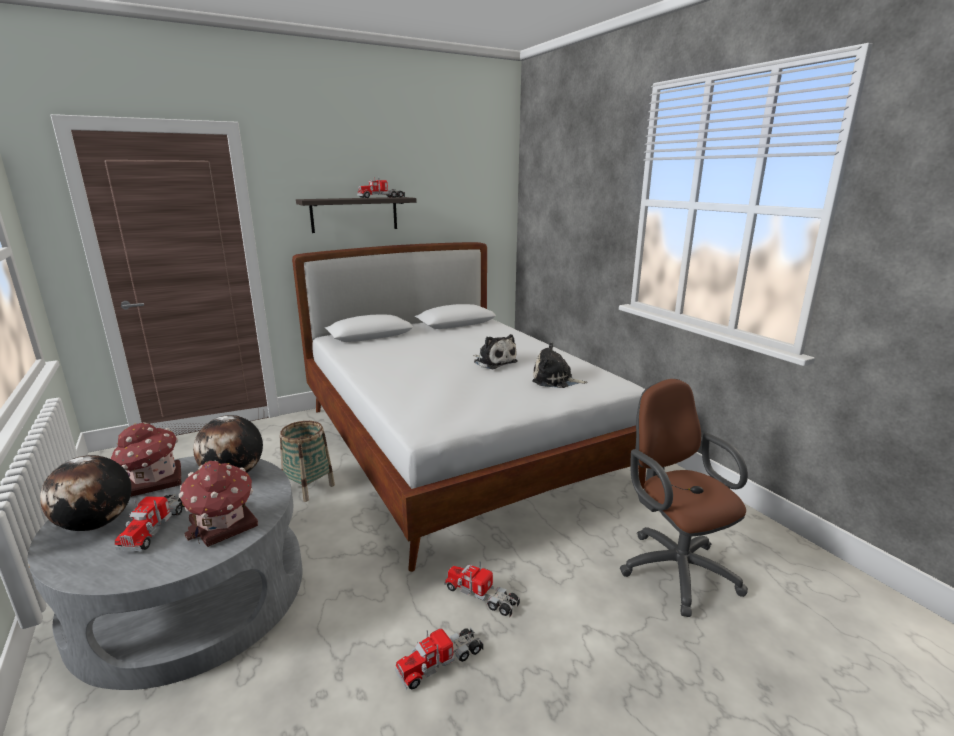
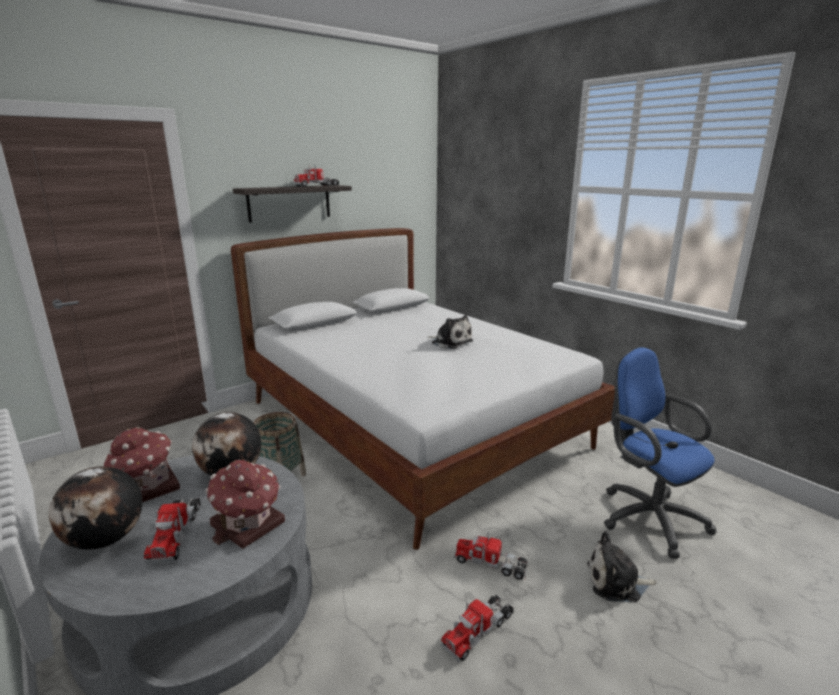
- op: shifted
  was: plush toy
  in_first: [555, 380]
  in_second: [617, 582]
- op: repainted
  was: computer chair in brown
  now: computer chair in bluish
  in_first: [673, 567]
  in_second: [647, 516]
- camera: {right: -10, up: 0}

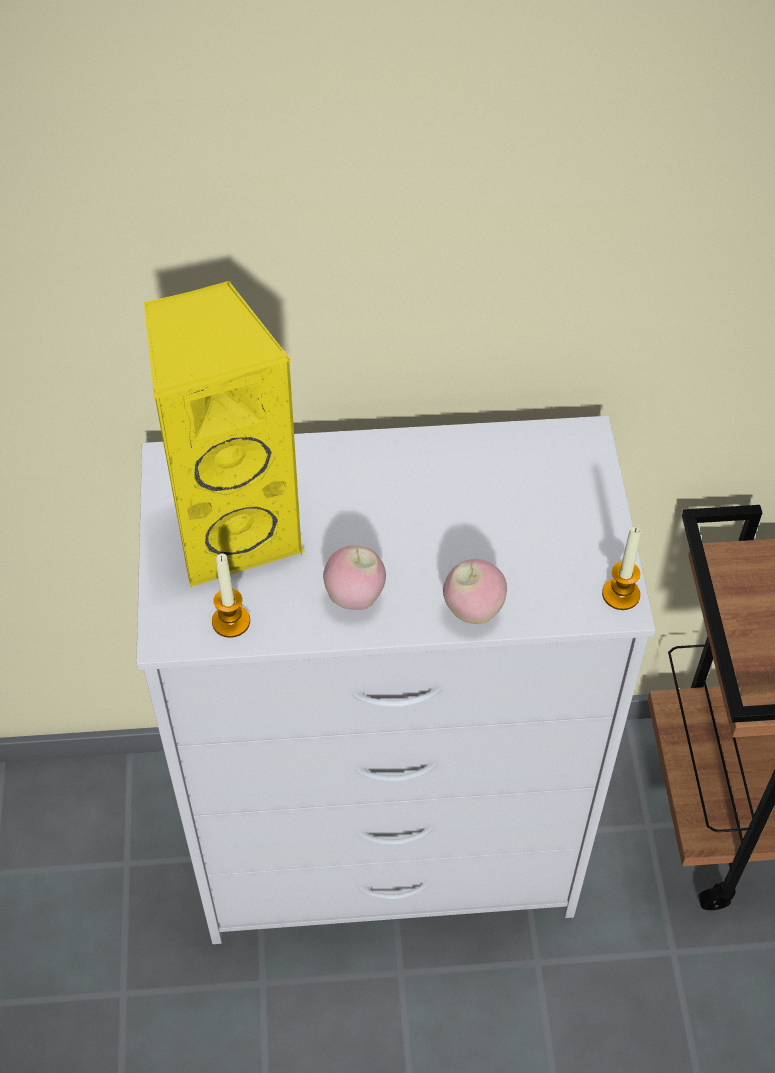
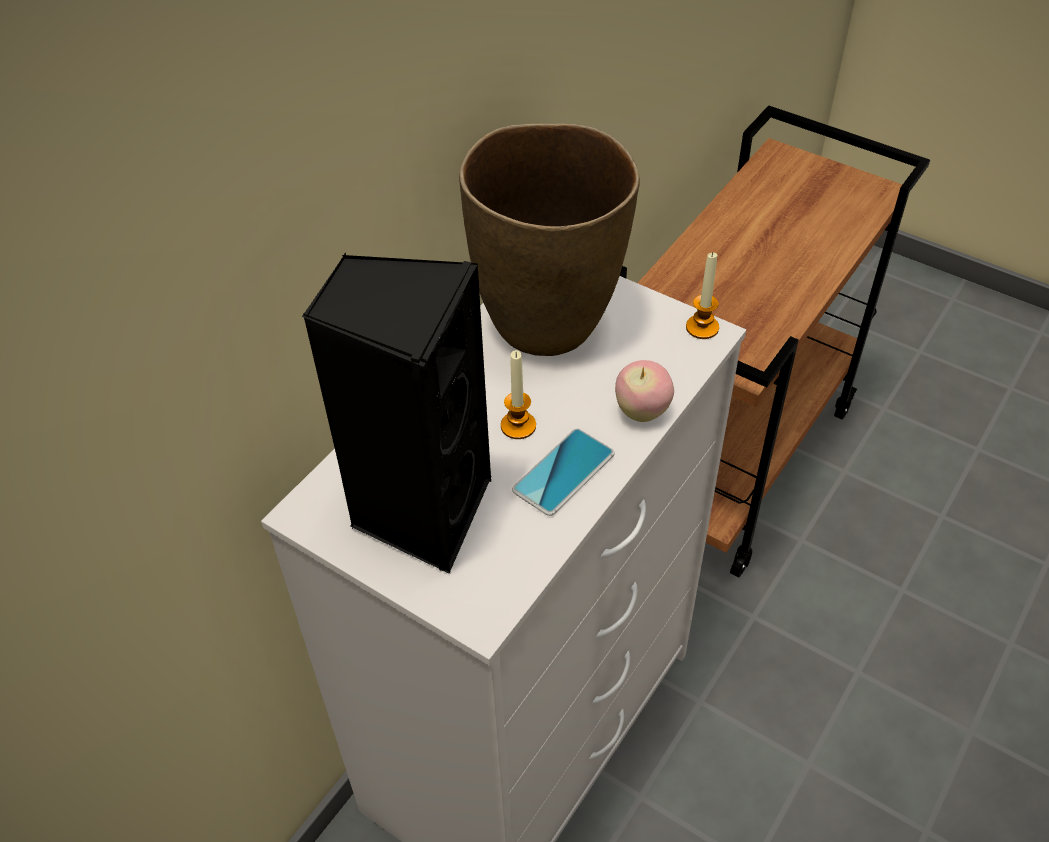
- op: repainted
  was: speaker in yellow
  now: speaker in black-coloured
  in_first: [233, 530]
  in_second: [420, 510]
- op: new
  now: decorative vase in brown
  in_second: [548, 322]
- op: shifted
  was: wax light
  in_first: [231, 621]
  in_second: [518, 426]
- op: swapped
  was: apple fruit
  now: telephone
  in_first: [355, 597]
  in_second: [563, 472]
- camera: {right: -50, up: -5}

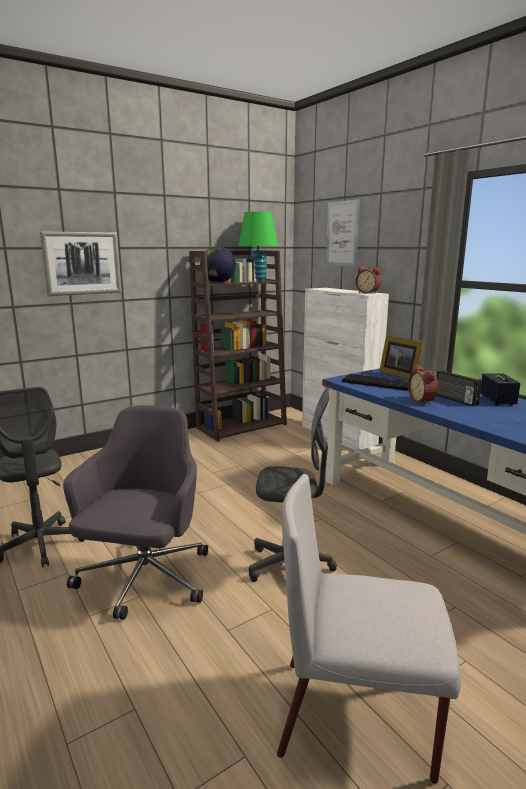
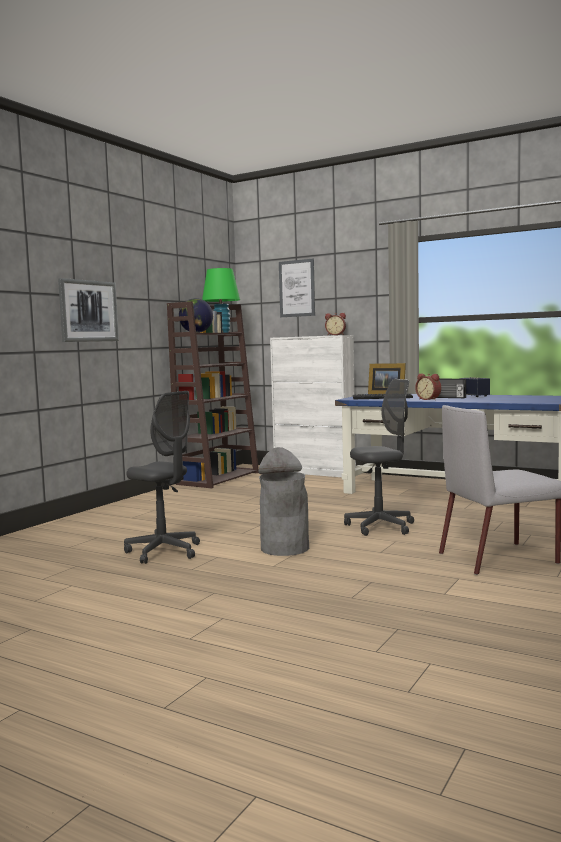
- op: swapped
  was: computer chair in greyish
  now: trash can in greyish
  in_first: [144, 579]
  in_second: [285, 548]
- camera: {right: -25, up: -10}

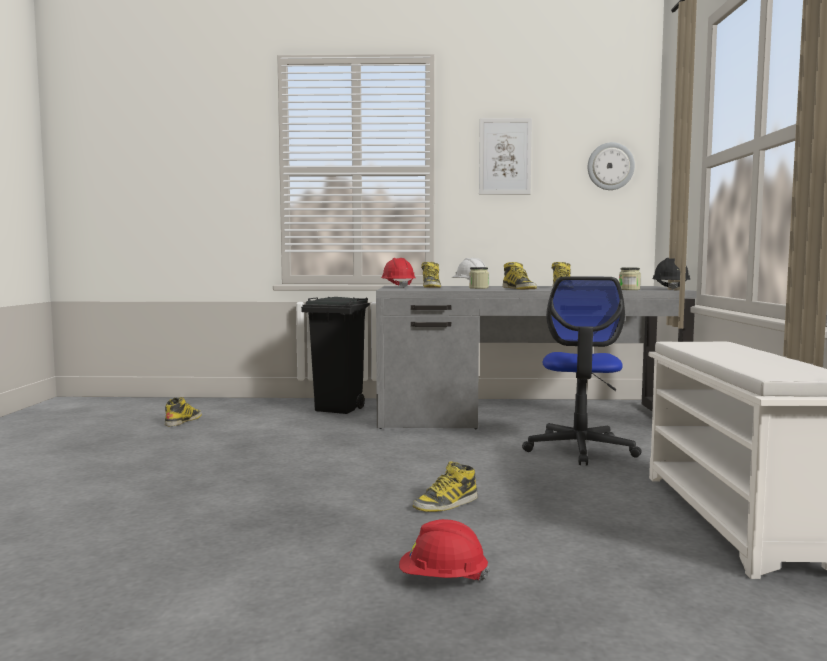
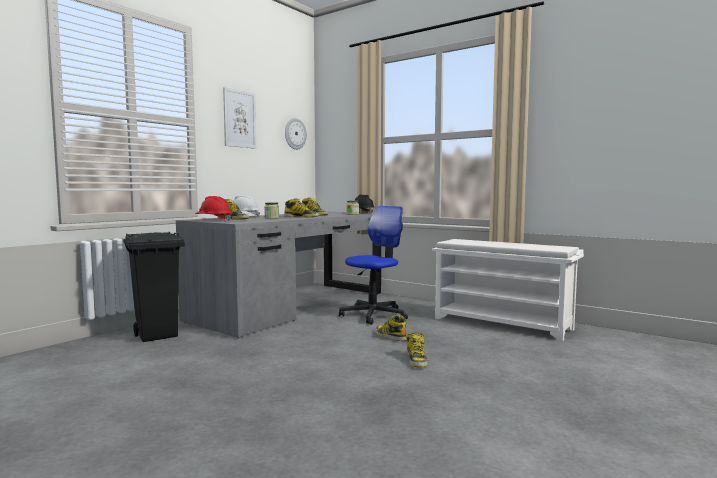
- op: rotated
  was: computer chair
  in_first: [580, 450]
  in_second: [373, 315]
  clockwise: -90
- op: shifted
  was: high-top boot
  in_first: [183, 421]
  in_second: [390, 336]
- op: gone
  was: hard hat in red-coloured
  in_first: [442, 580]
- camera: {right: -55, up: 0}

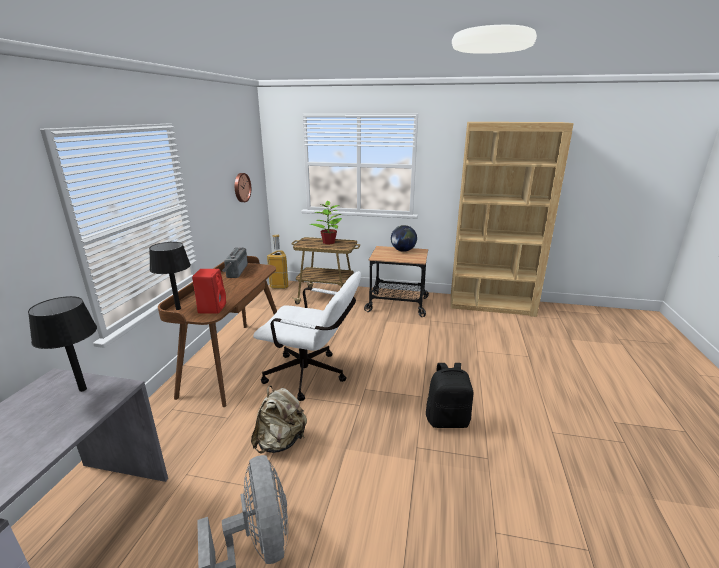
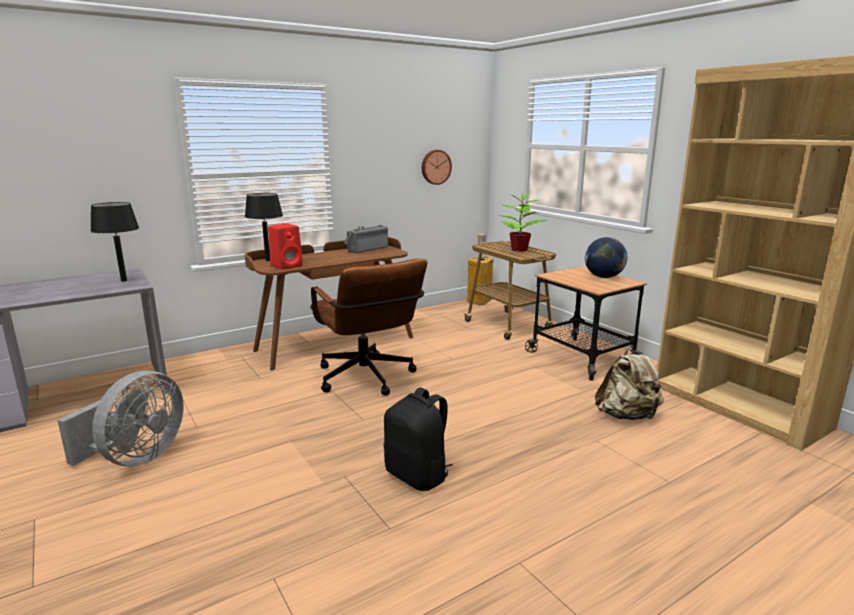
- op: repainted
  was: computer chair in whitish
  now: computer chair in brown
  in_first: [312, 376]
  in_second: [368, 380]
- op: shifted
  was: rucksack in beige-coloured
  in_first: [280, 442]
  in_second: [627, 416]
- camera: {right: 45, up: -5}

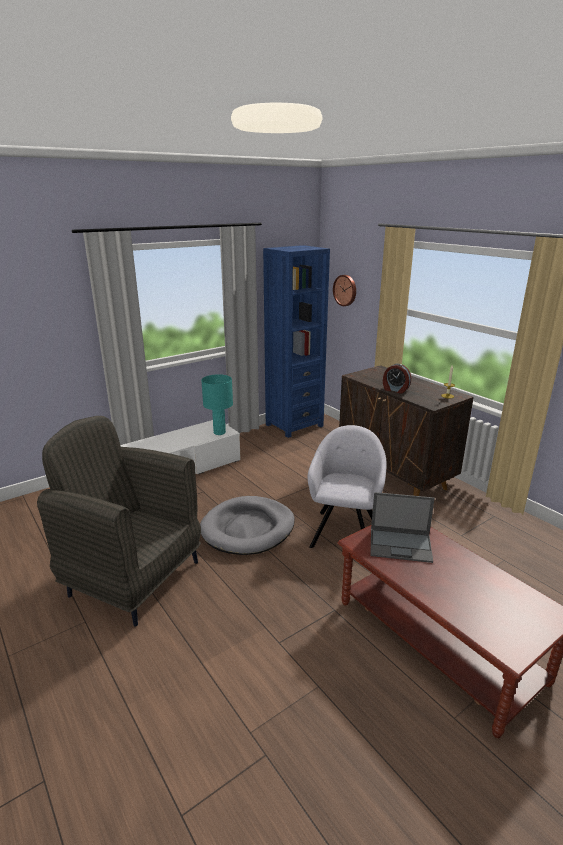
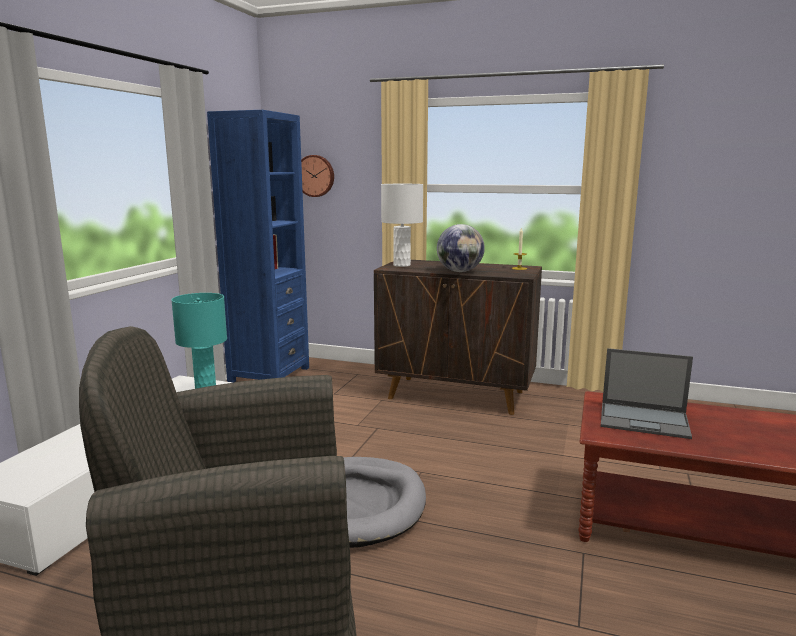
- op: new
  now: lamp for a table in whitish
  in_second: [401, 265]
- op: swapped
  was: bedside clock
  now: desk globe
  in_first: [395, 390]
  in_second: [460, 271]
- op: rotated
  was: portable computer
  in_first: [401, 545]
  in_second: [645, 420]
  clockwise: 45
- op: gone
  was: lounge chair in greyish
  in_first: [344, 530]
- camera: {right: -35, up: -10}

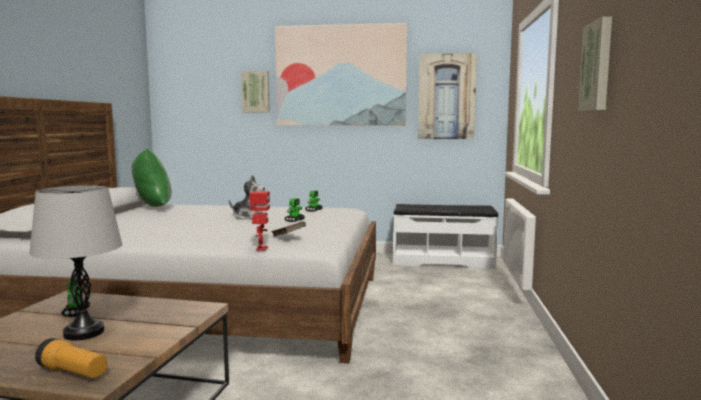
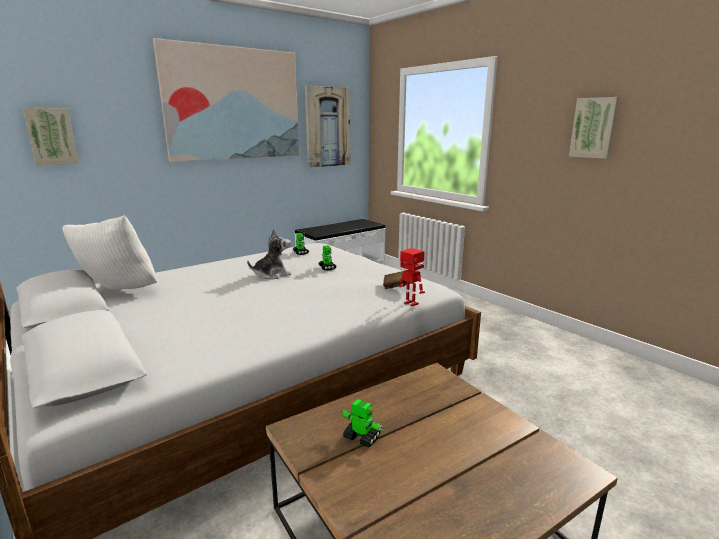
- op: shifted
  was: picture
  in_first: [255, 92]
  in_second: [51, 136]
- op: repainted
  was: cushion in greenish
  now: cushion in whitish
  in_first: [151, 208]
  in_second: [117, 292]
- op: gone
  was: lamp for a table in greyish
  in_first: [84, 333]
- op: gone
  was: flashlight
  in_first: [73, 372]
- camera: {right: -45, up: 10}

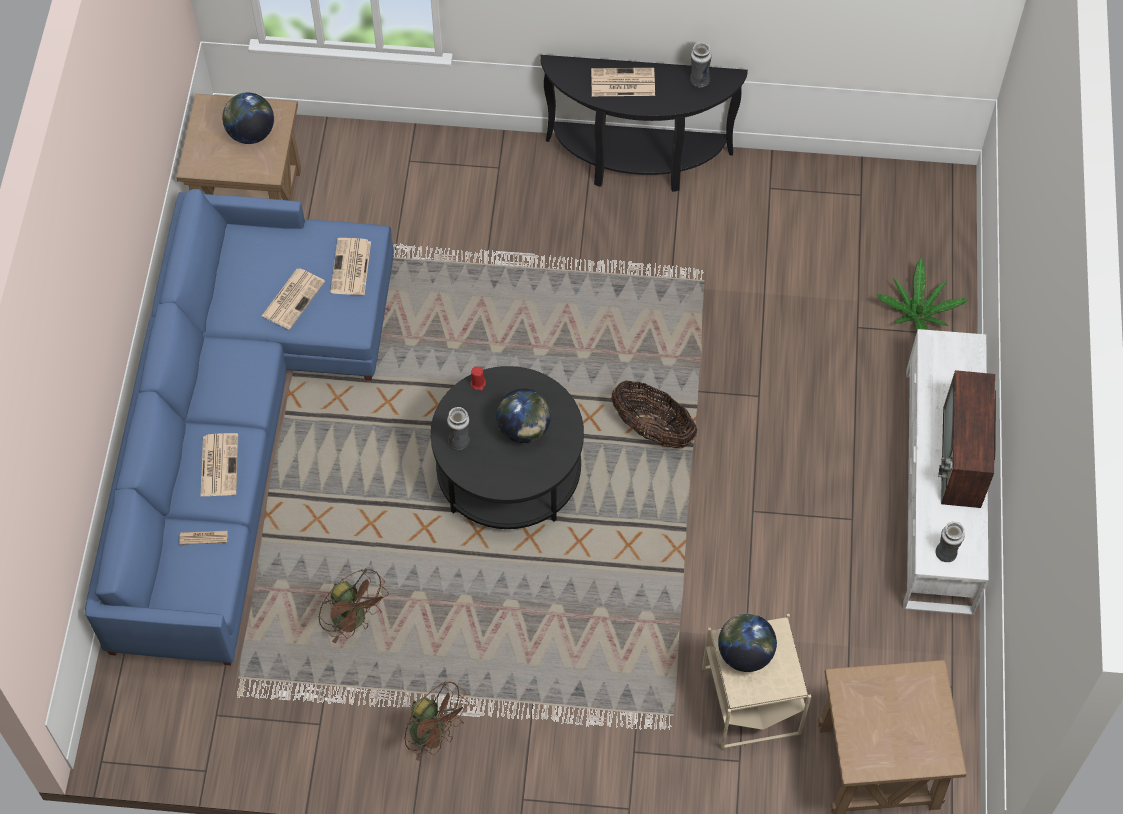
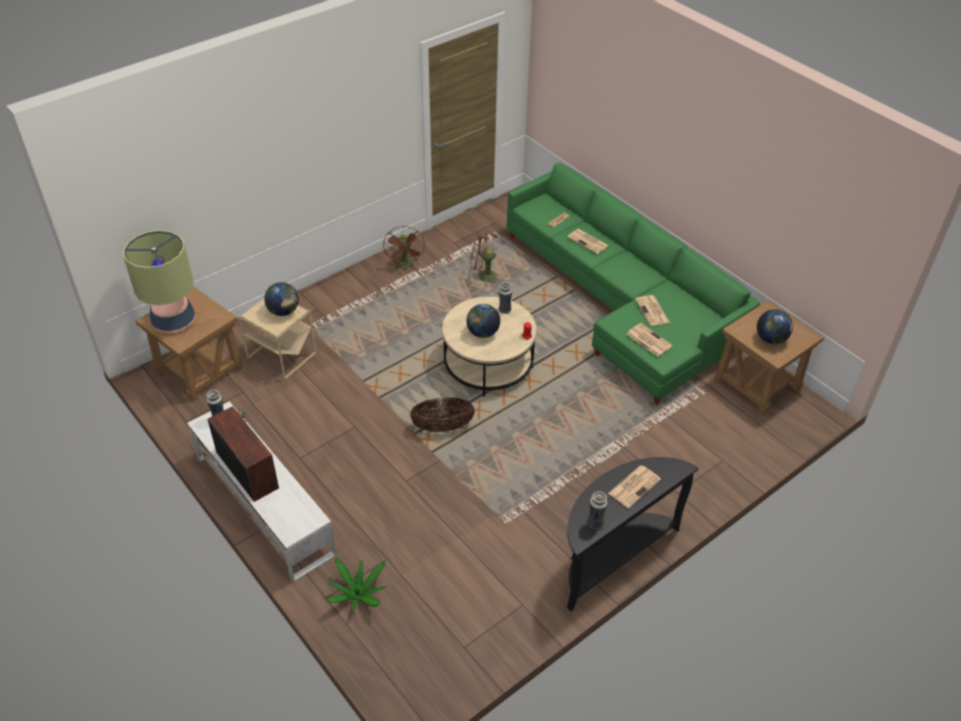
- op: new
  now: lamp for a table
  in_second: [174, 321]
- op: rotated
  was: electric fan in brown
  in_first: [434, 734]
  in_second: [406, 266]
  clockwise: -90
- op: repainted
  was: lounge table in black-coloured
  now: lounge table in beige-coloured
  in_first: [508, 471]
  in_second: [488, 364]
- op: repainted
  was: sofa in bluish
  now: sofa in greenish
  in_first: [237, 424]
  in_second: [623, 302]
- camera: {right: 135, up: -15}

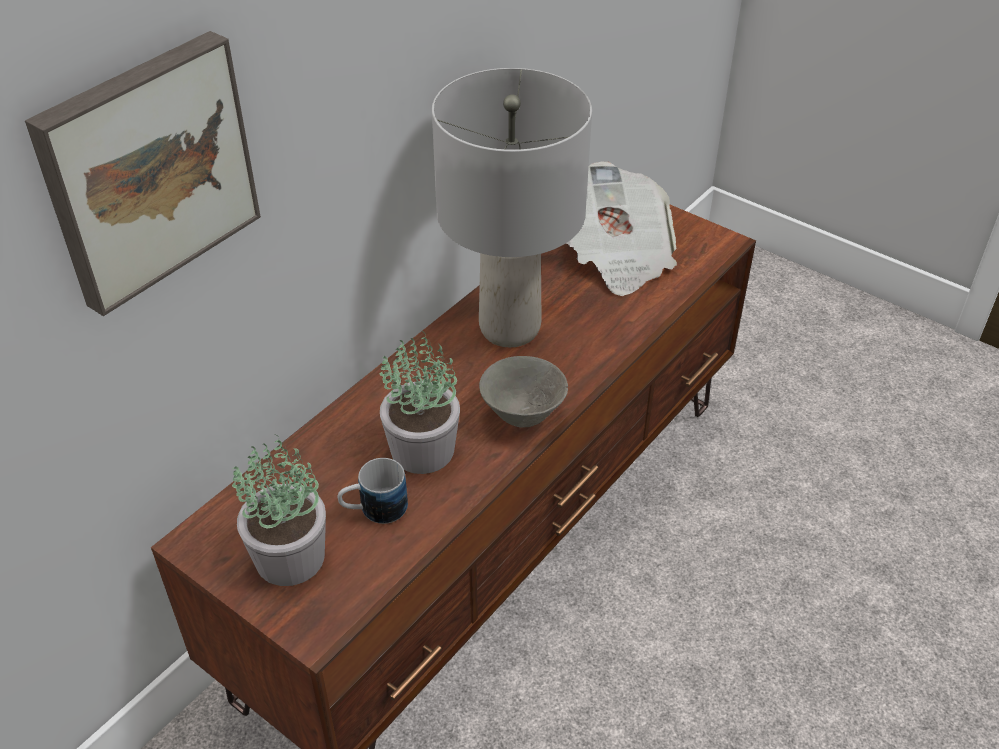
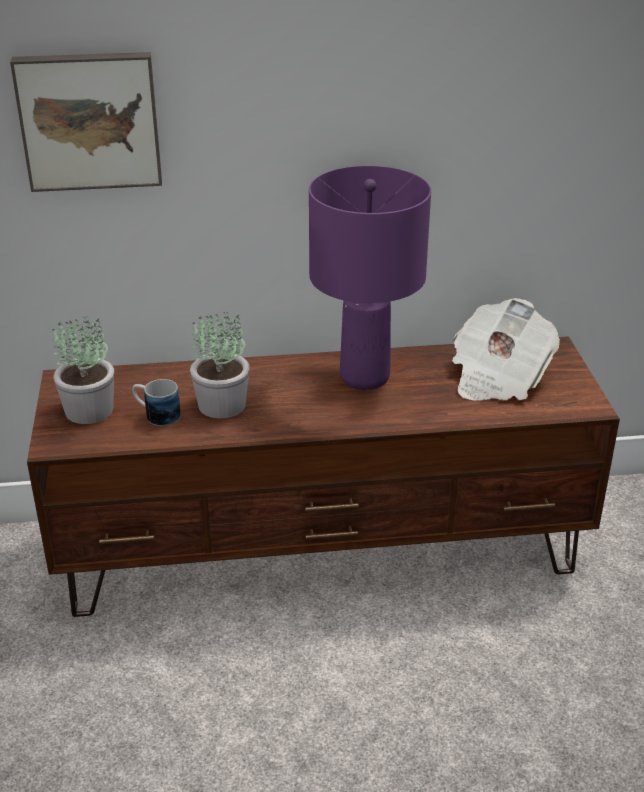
- op: repainted
  was: lamp for a table in greyish
  now: lamp for a table in purple
  in_first: [509, 329]
  in_second: [364, 378]
- op: gone
  was: serving bowl in greyish
  in_first: [522, 415]
- camera: {right: 45, up: -10}

